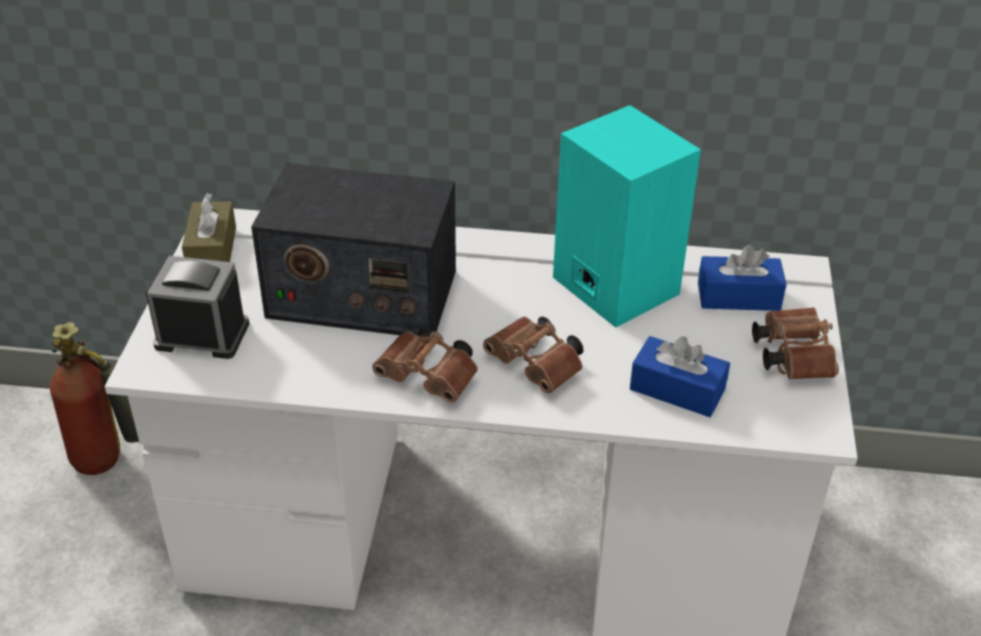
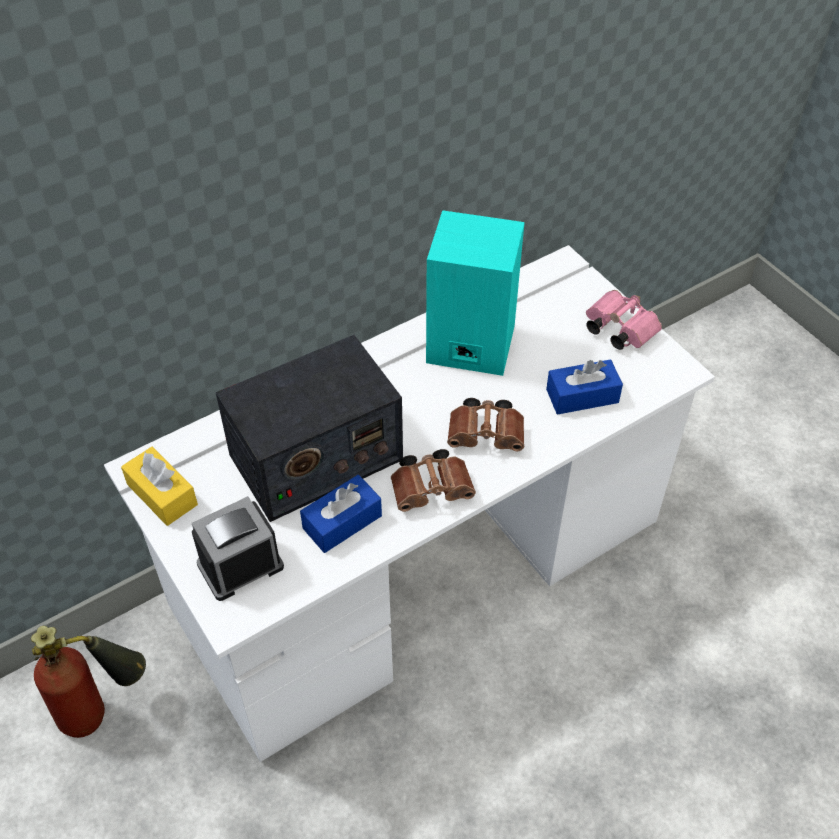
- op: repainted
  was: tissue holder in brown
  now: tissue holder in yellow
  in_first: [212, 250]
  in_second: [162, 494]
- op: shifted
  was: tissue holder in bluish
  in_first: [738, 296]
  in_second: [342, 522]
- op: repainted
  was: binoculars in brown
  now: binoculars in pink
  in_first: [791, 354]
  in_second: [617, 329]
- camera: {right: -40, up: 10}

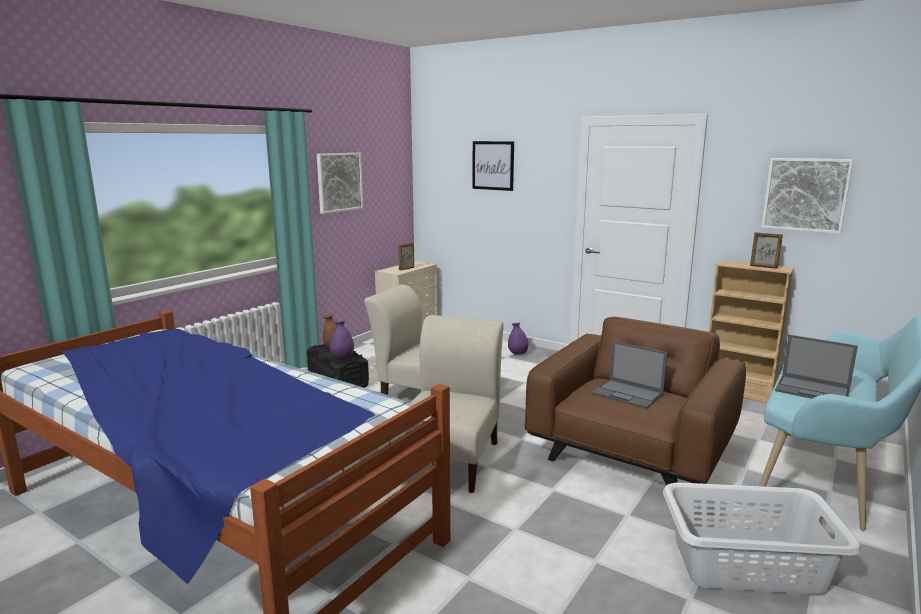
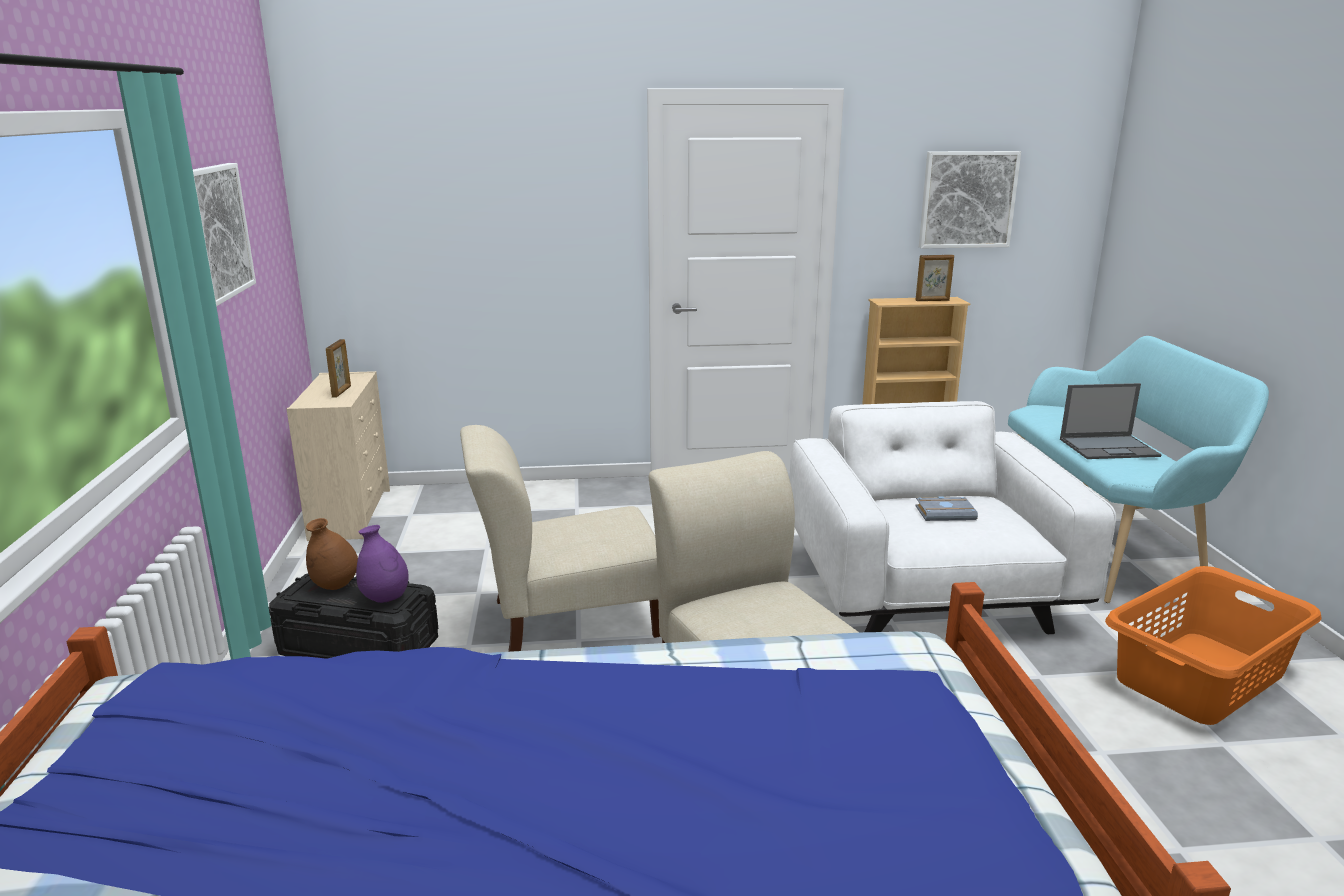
- op: repainted
  was: lounge chair in brown
  now: lounge chair in whitish
  in_first: [632, 452]
  in_second: [926, 592]
- op: swapped
  was: portable computer
  now: volume in greyish
  in_first: [628, 394]
  in_second: [946, 513]
- op: repainted
  was: washing basket in whitish
  now: washing basket in orange-coloured
  in_first: [748, 565]
  in_second: [1201, 677]
- op: gone
  was: picture
  in_first: [493, 165]
- op: gone
  was: decorative vase in purple
  in_first: [517, 354]
- camera: {right: -40, up: 5}

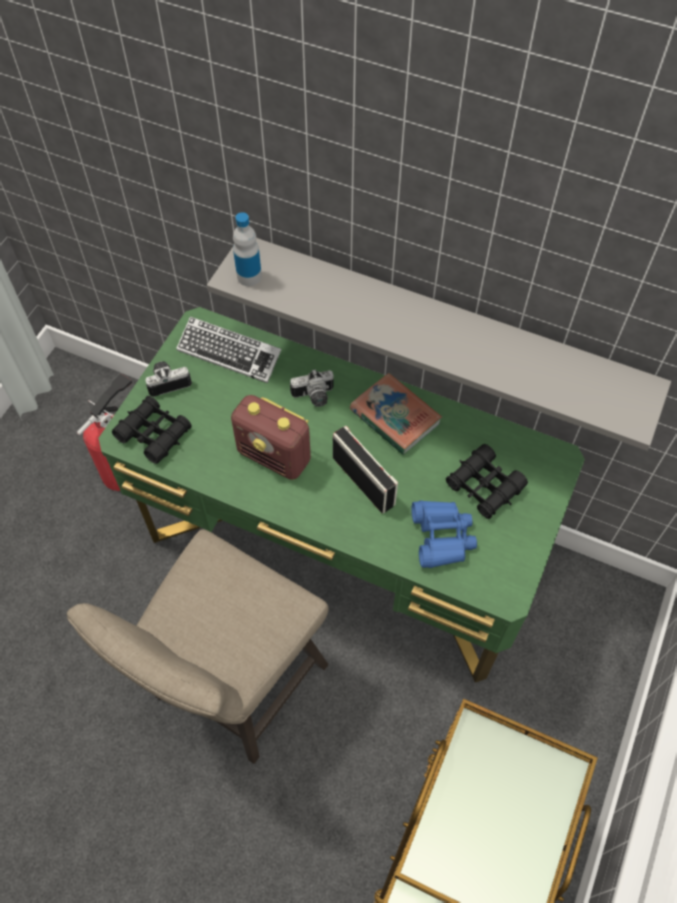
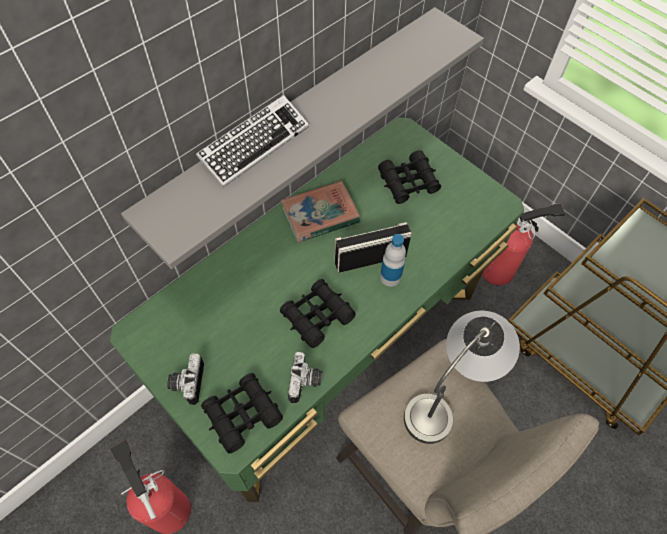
- op: shifted
  was: keyboard
  in_first: [229, 353]
  in_second: [254, 145]
- op: swapped
  was: radio receiver
  now: binoculars in black-coloured
  in_first: [274, 456]
  in_second: [317, 316]
- op: shifted
  was: photo camera
  in_first: [314, 397]
  in_second: [306, 382]
- op: shifted
  was: drink bottle
  in_first: [249, 276]
  in_second: [390, 277]
- op: new
  now: lamp for a table in greyish
  in_second: [449, 396]
- op: new
  now: fire-fighting cylinder
  in_second: [501, 270]
- op: gone
  was: binoculars in bluish
  in_first: [442, 537]
- camera: {right: -70, up: 0}

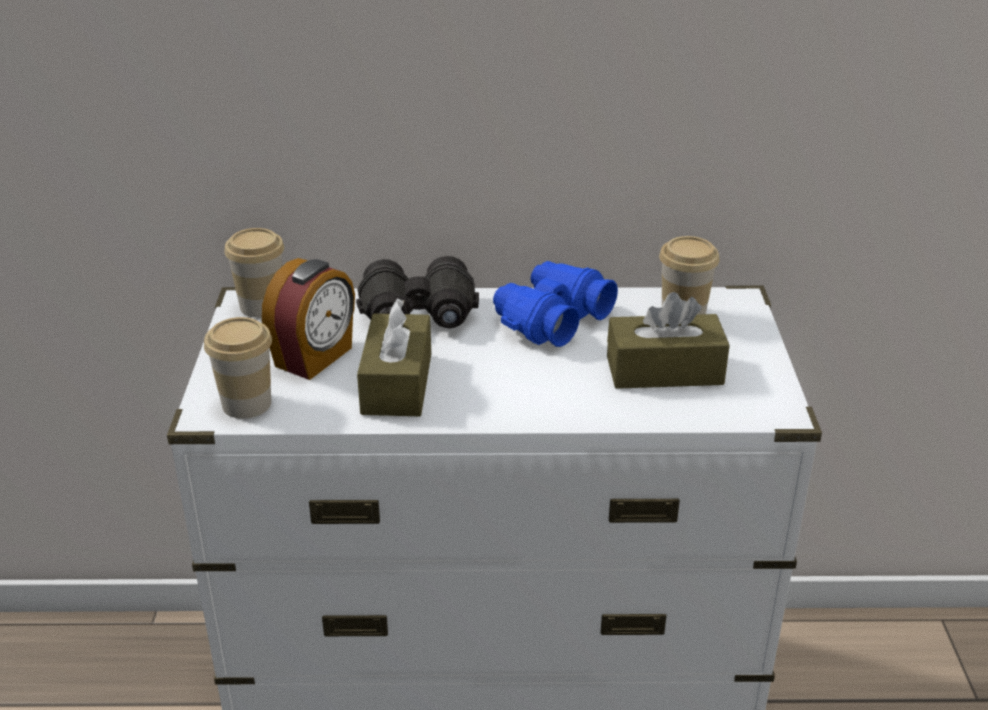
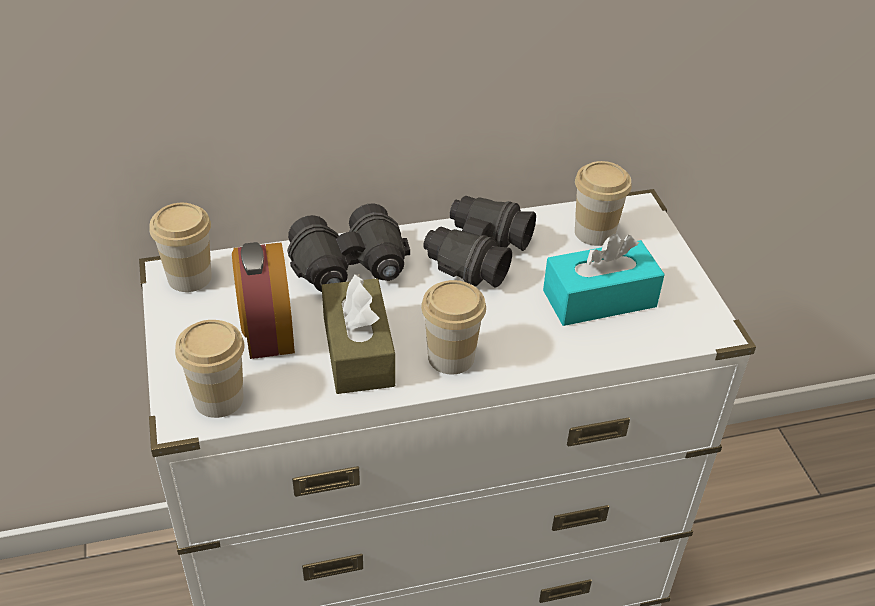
- op: rotated
  was: bedside clock
  in_first: [315, 358]
  in_second: [267, 332]
  clockwise: 150
- op: new
  now: cup
  in_second: [451, 357]
- op: repainted
  was: binoculars in bluish
  now: binoculars in black-coloured
  in_first: [551, 319]
  in_second: [476, 254]
- op: repainted
  was: tissue holder in brown
  now: tissue holder in turquoise-coloured
  in_first: [664, 370]
  in_second: [599, 299]
- camera: {right: -15, up: 10}

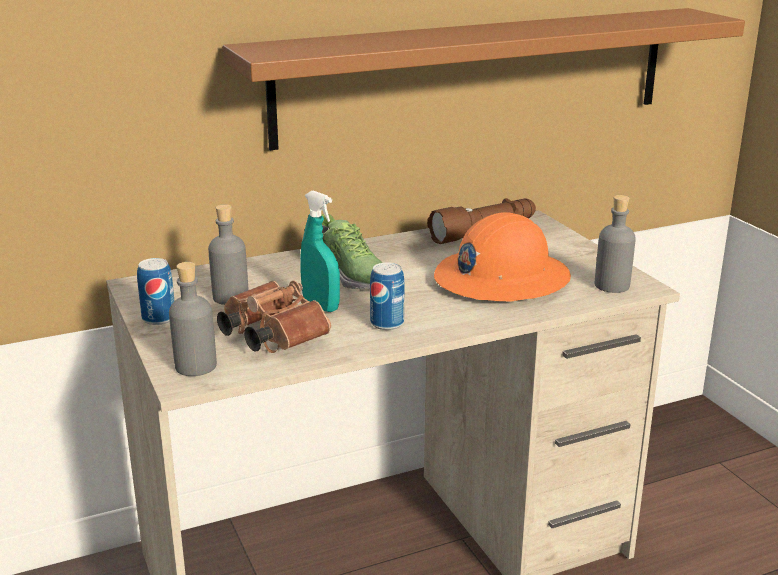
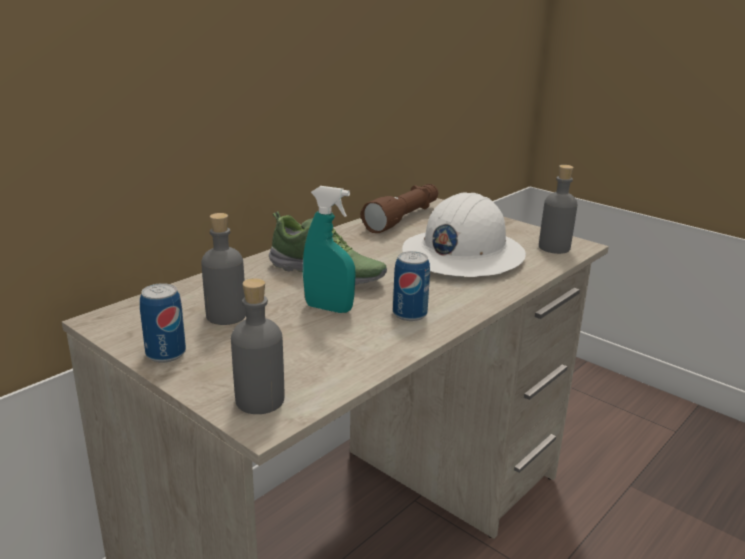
- op: repainted
  was: hard hat in orange-coloured
  now: hard hat in whitish
  in_first: [501, 279]
  in_second: [462, 256]
- op: gone
  was: binoculars in brown
  in_first: [270, 336]
- op: gone
  was: shelf in brown
  in_first: [476, 75]
- camera: {right: -25, up: 0}

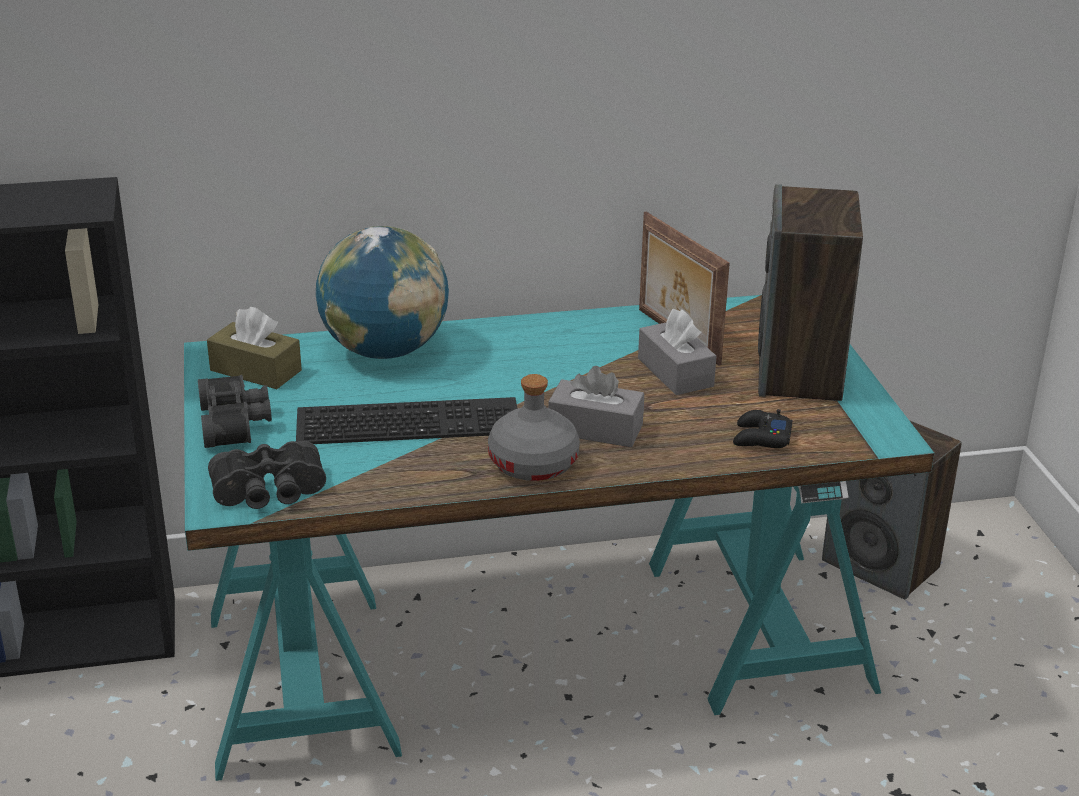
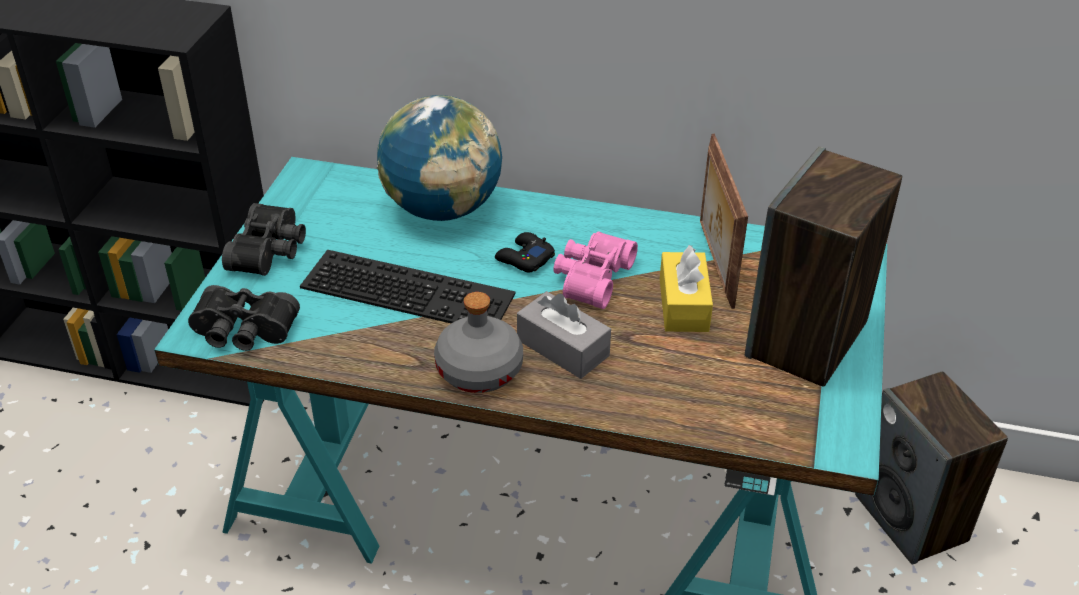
- op: shifted
  was: joypad in black-coloured
  in_first: [761, 438]
  in_second: [524, 258]
- op: new
  now: binoculars in pink
  in_second: [590, 278]
- op: repainted
  was: tissue holder in greyish
  now: tissue holder in yellow
  in_first: [675, 372]
  in_second: [683, 305]
- op: gone
  was: tissue holder in brown
  in_first: [255, 370]
- camera: {right: 25, up: 10}

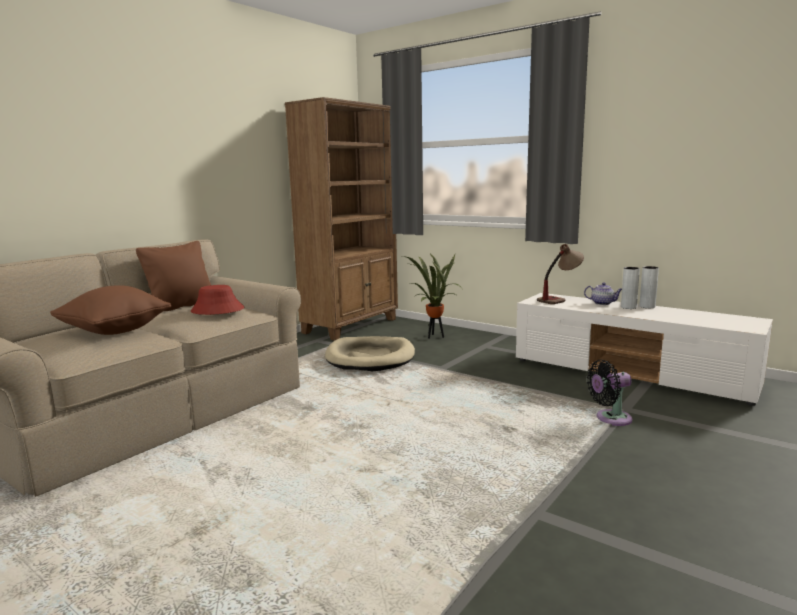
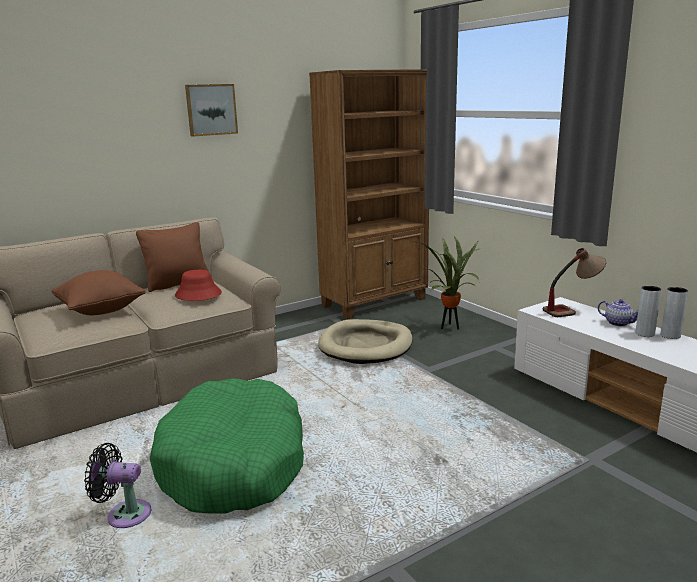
- op: shifted
  was: electric fan in black-coloured
  in_first: [610, 419]
  in_second: [124, 514]
- op: new
  now: pet bed in greenish
  in_second: [234, 463]
- op: new
  now: picture
  in_second: [211, 109]
- camera: {right: 20, up: 5}

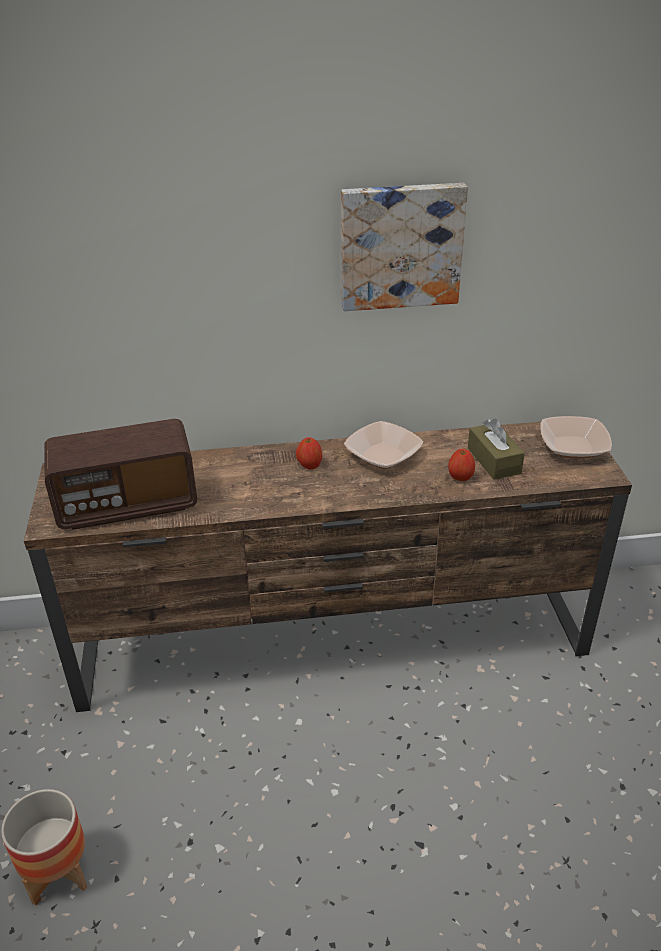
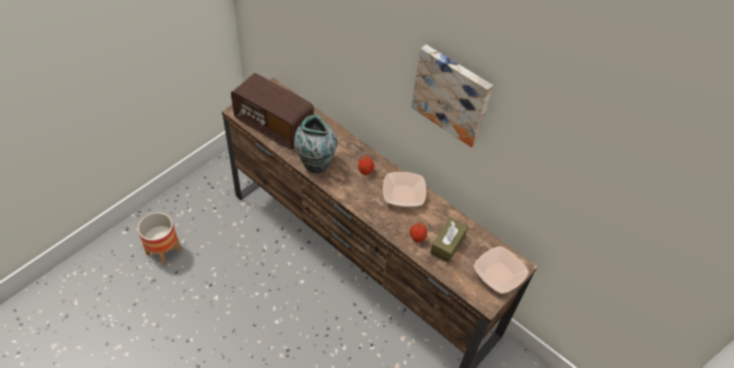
- op: new
  now: decorative vase
  in_second: [315, 163]
- camera: {right: 45, up: 15}

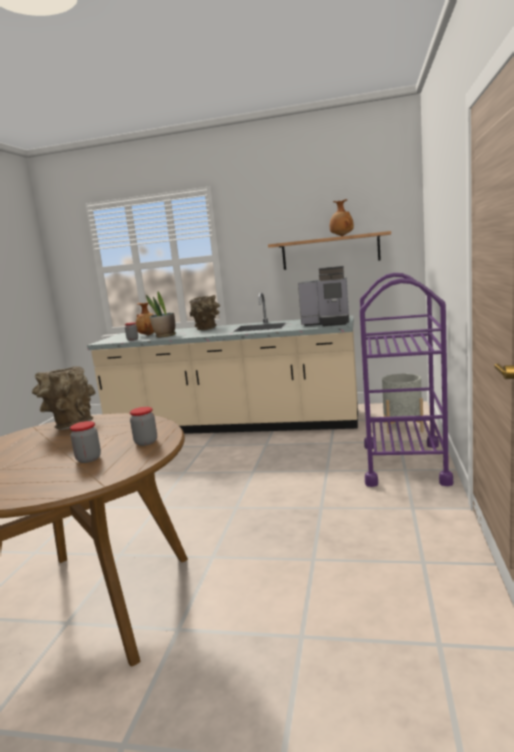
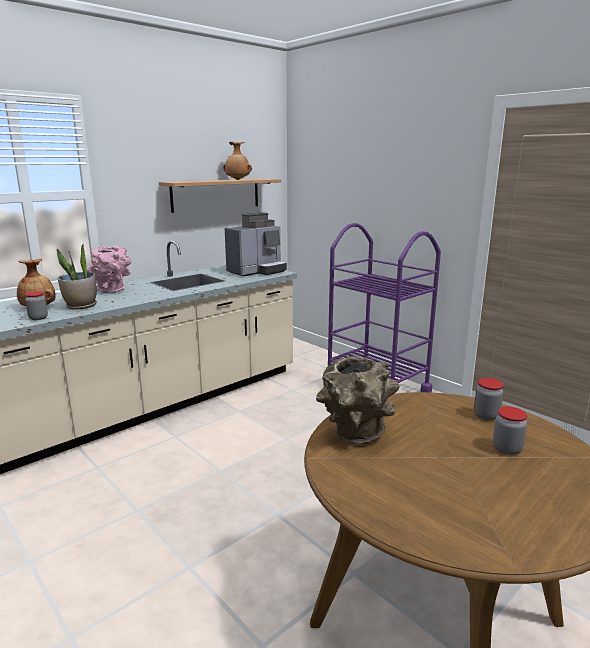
- op: repainted
  was: decorative vase in brown
  now: decorative vase in pink
  in_first: [207, 329]
  in_second: [113, 290]
- op: gone
  was: plant pot in greyish
  in_first: [403, 427]
- camera: {right: -55, up: 5}

